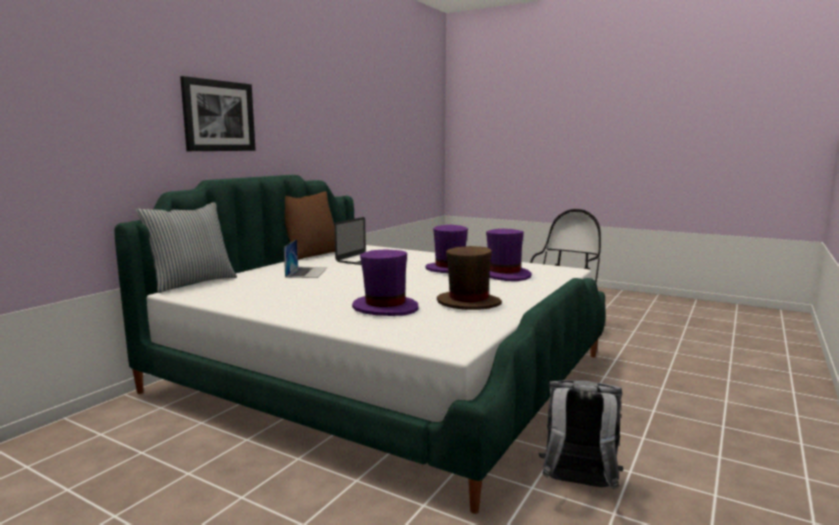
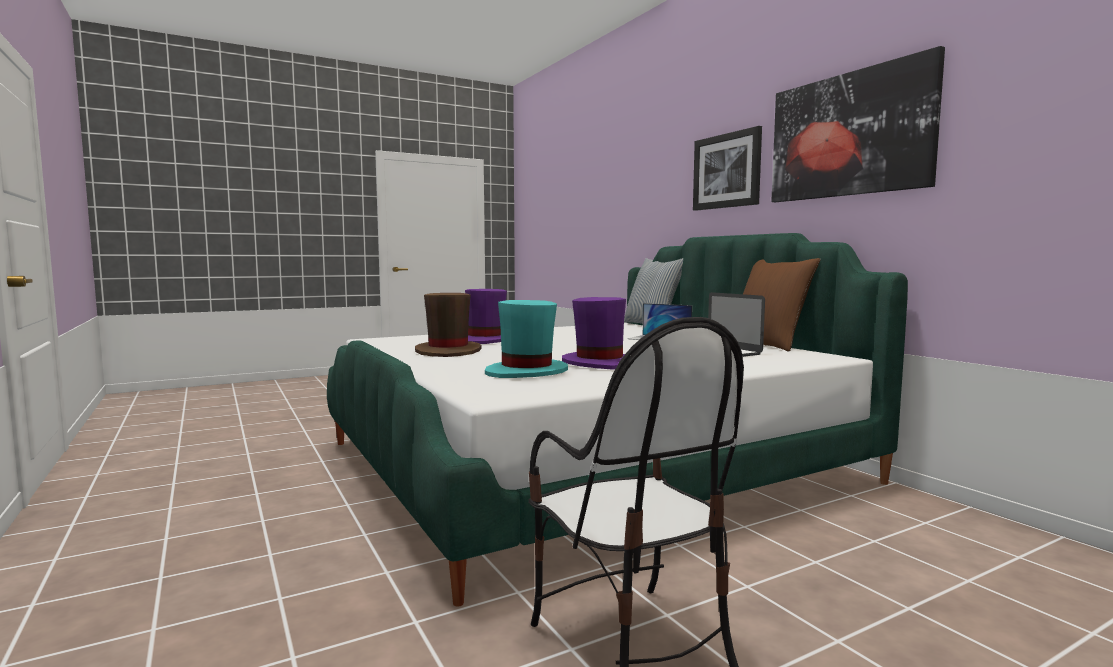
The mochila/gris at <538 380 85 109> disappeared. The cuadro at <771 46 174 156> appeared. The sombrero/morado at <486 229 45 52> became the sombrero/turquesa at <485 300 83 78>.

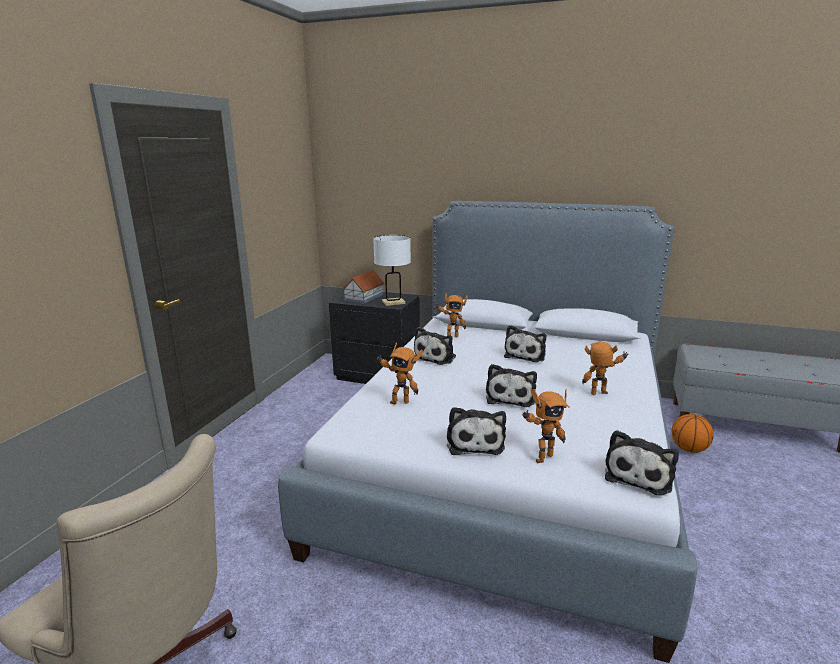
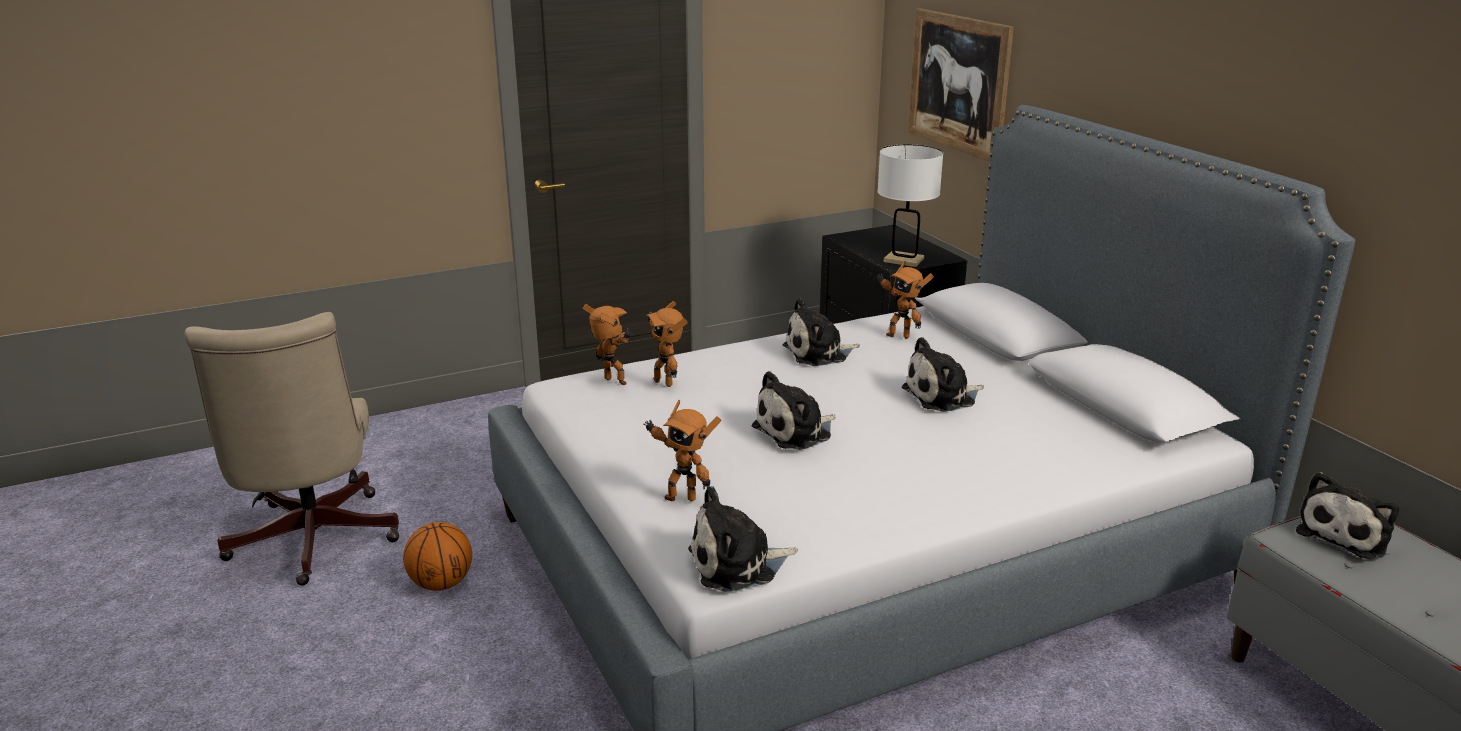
The casita at <343 270 41 34> disappeared. The cuadro at <908 8 106 154> appeared. The peluche moved from <447 407 59 48> to <1296 472 103 87>. The robot de juguete moved from <582 342 46 53> to <583 304 49 81>. The balón de baloncesto moved from <672 414 42 39> to <403 522 69 69>.

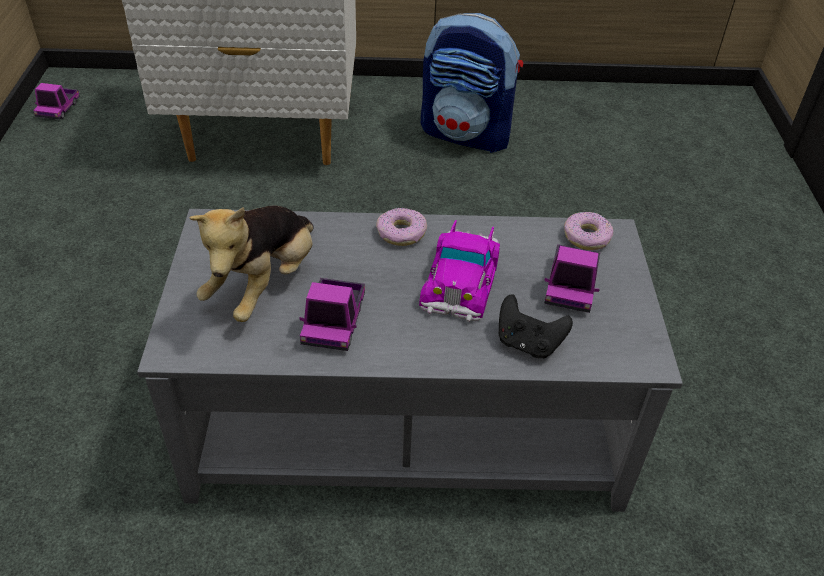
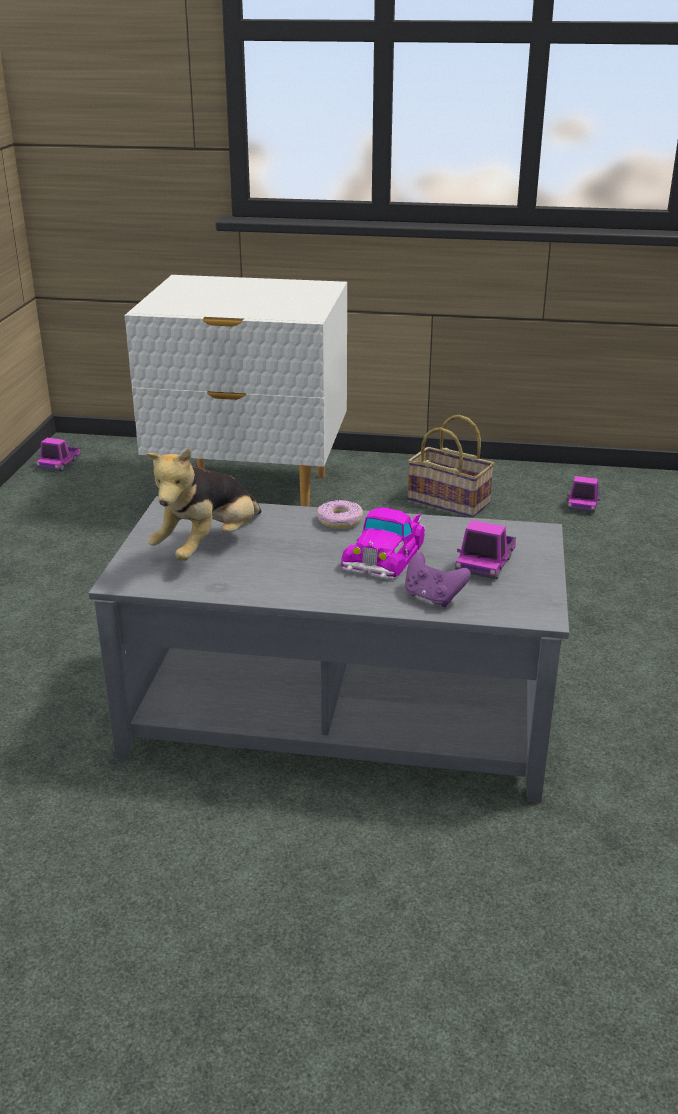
The rosquilla at <564 212 49 38> disappeared. The camión de juguete moved from <300 278 65 73> to <567 476 33 36>. The mochila at <421 13 102 140> was replaced by the cesta at <408 415 87 103>. The mando de consola/negro at <499 295 74 63> became the mando de consola/morado at <405 552 66 55>.

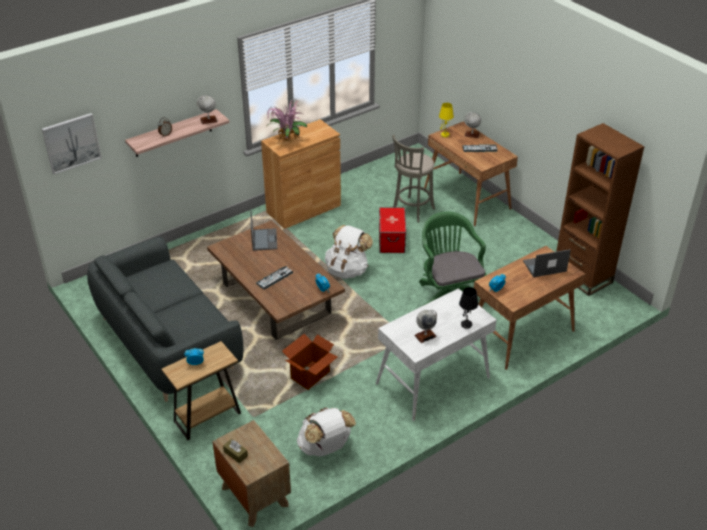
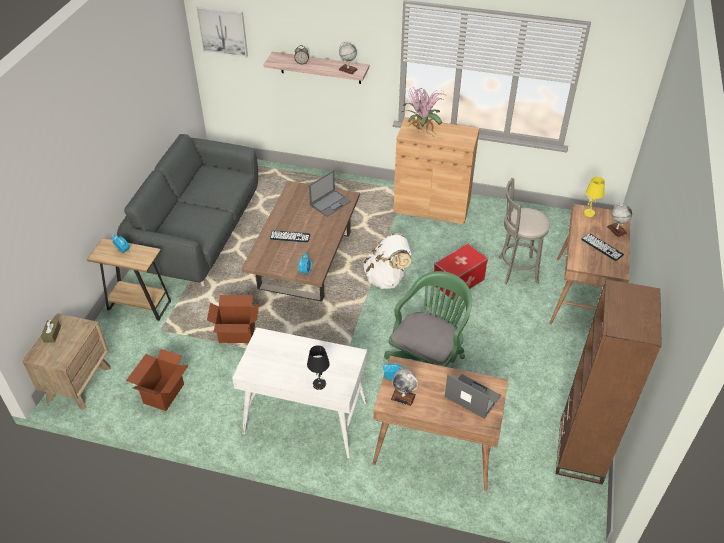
The globo terráqueo moved from <414 310 23 33> to <391 369 27 37>. The mochila/blanco at <297 408 59 49> was replaced by the caja de cartón at <126 349 63 62>.

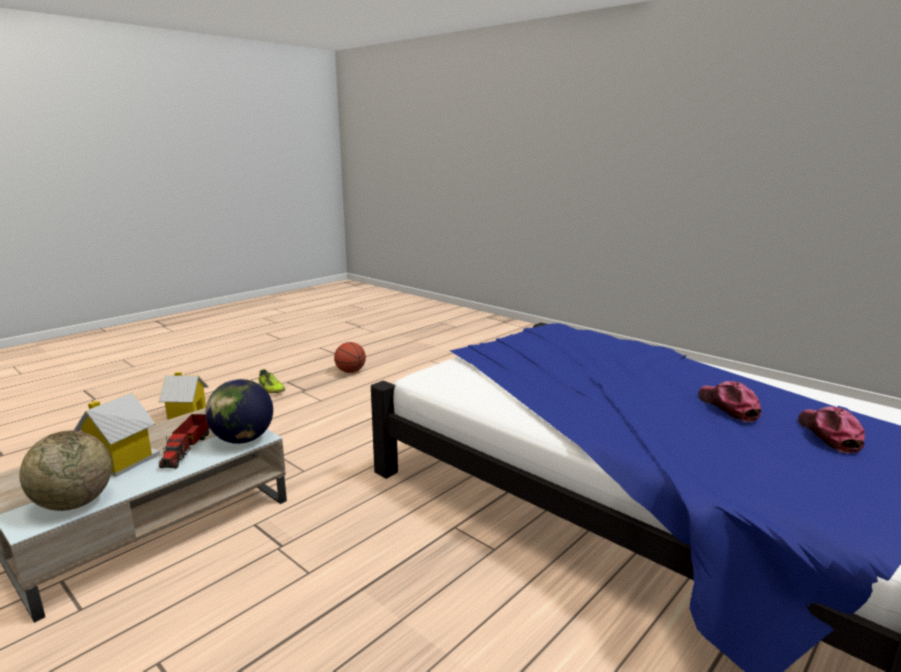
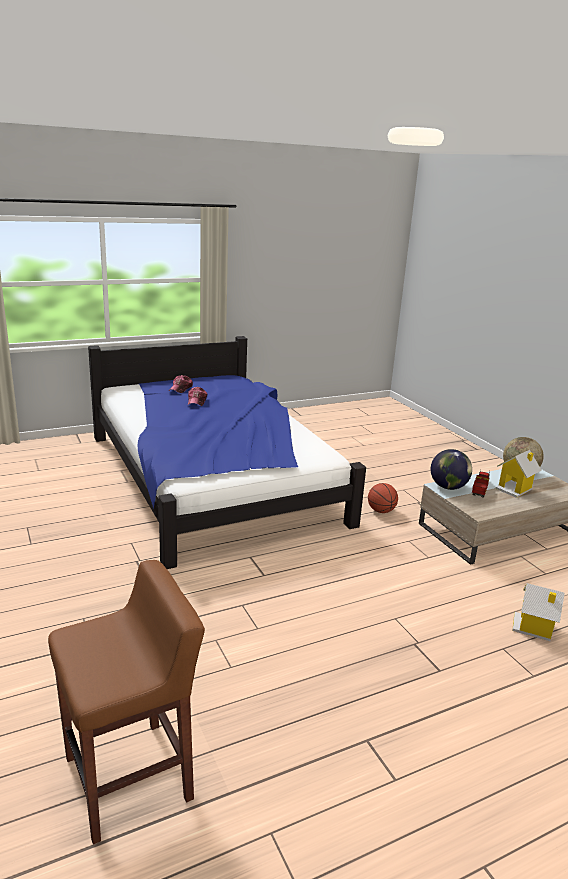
The zapato at <258 369 27 24> disappeared. The taburete/marrón at <48 560 157 285> appeared. The balón de baloncesto moved from <334 342 32 31> to <368 483 30 30>.

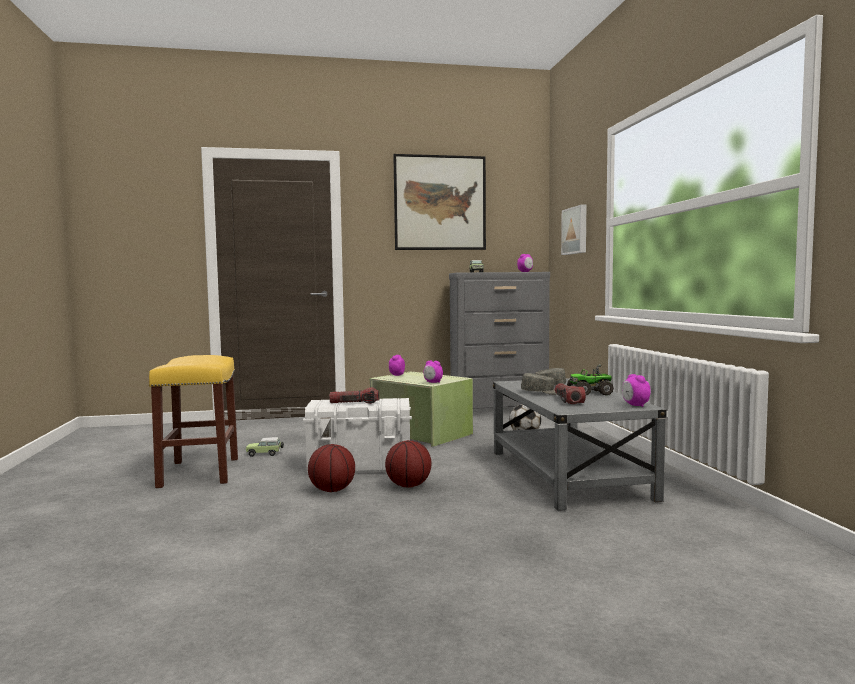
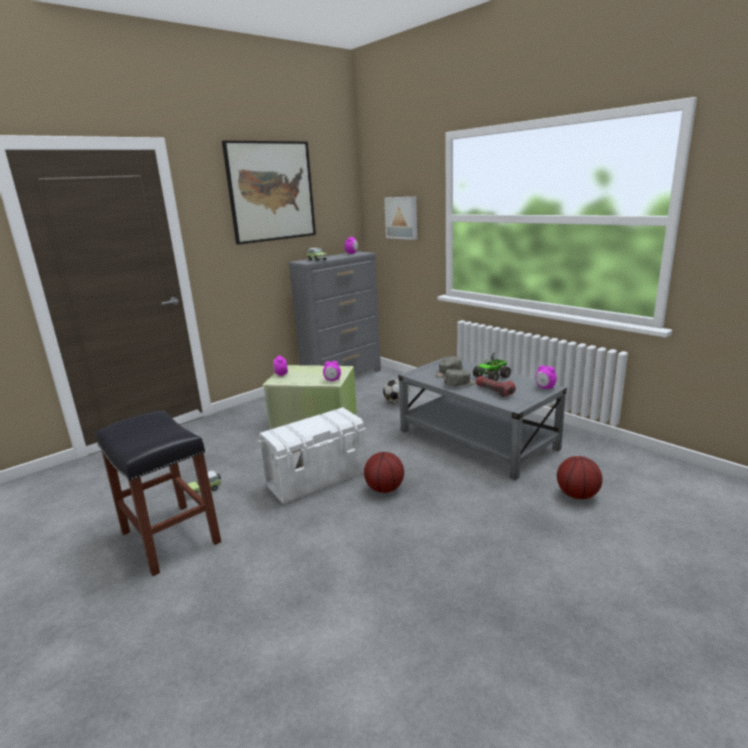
The linterna at <329 387 50 17> disappeared. The balón de baloncesto moved from <308 444 47 48> to <557 456 46 43>. The taburete/amarillo at <149 355 89 133> became the taburete/negro at <96 410 125 166>.

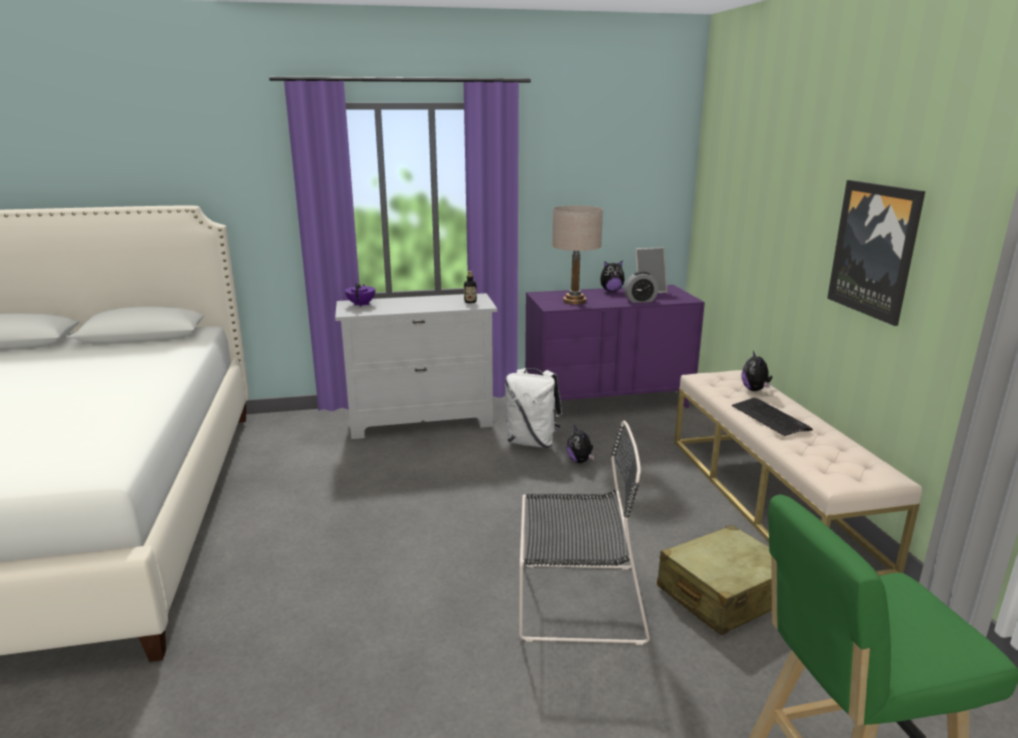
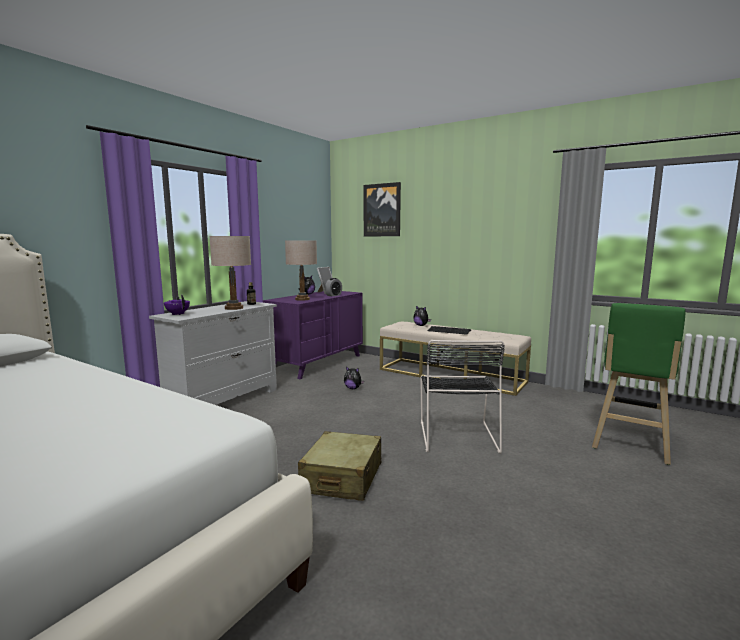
The mochila/blanco at <505 368 57 80> disappeared. The lámpara de mesa/beis at <209 236 42 74> appeared. The maleta/beis moved from <657 525 115 110> to <298 431 83 70>. The cuadro moved from <827 180 98 146> to <364 182 37 54>. The silla/negro at <519 421 131 224> turned 135 degrees clockwise.

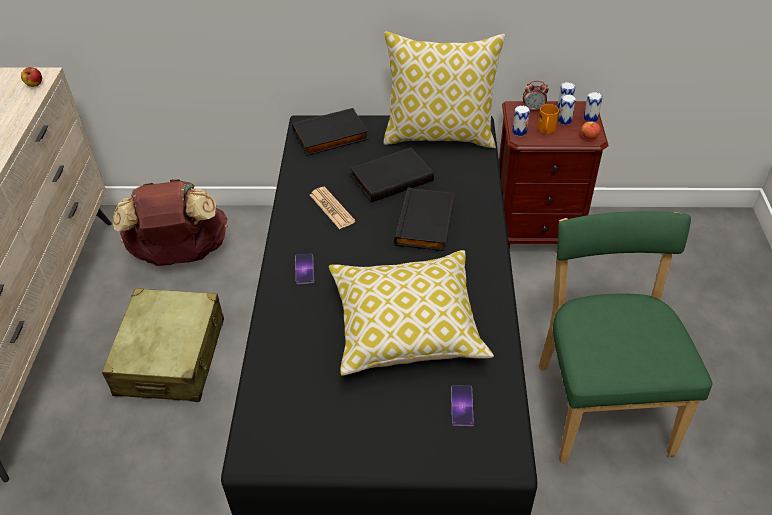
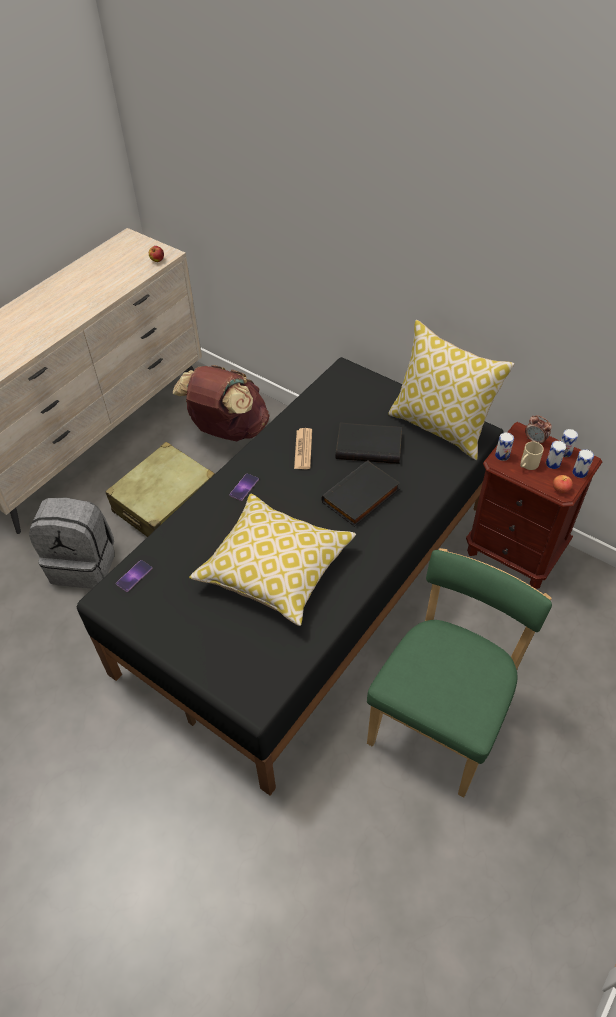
The libro/negro at <292 108 77 48> disappeared. The mochila/gris at <29 498 86 91> appeared. The móvil moved from <451 385 23 41> to <116 560 36 32>. The taza grande/naranja at <537 104 22 30> became the taza grande/beis at <520 441 24 29>.

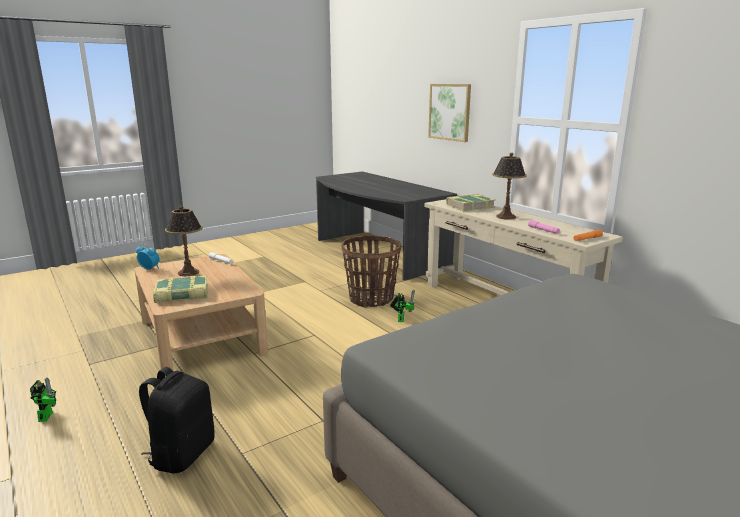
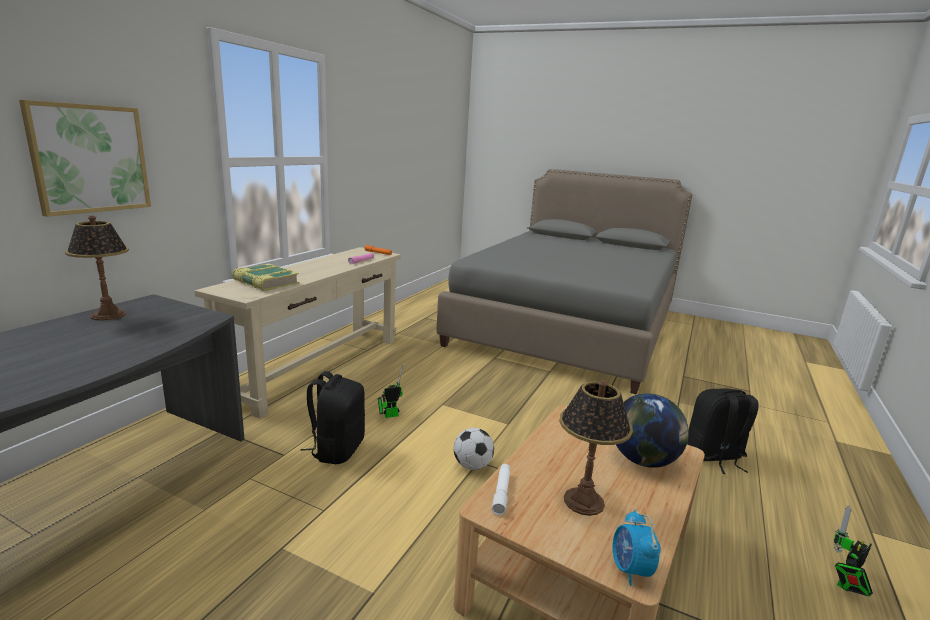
The balón de fútbol at <454 428 40 42> appeared. The lámpara de mesa moved from <492 153 35 67> to <65 215 64 106>. The libro at <153 275 55 28> was replaced by the globo terráqueo at <616 393 73 75>. The cesta at <341 236 60 72> was replaced by the mochila/negro at <301 371 64 93>.

